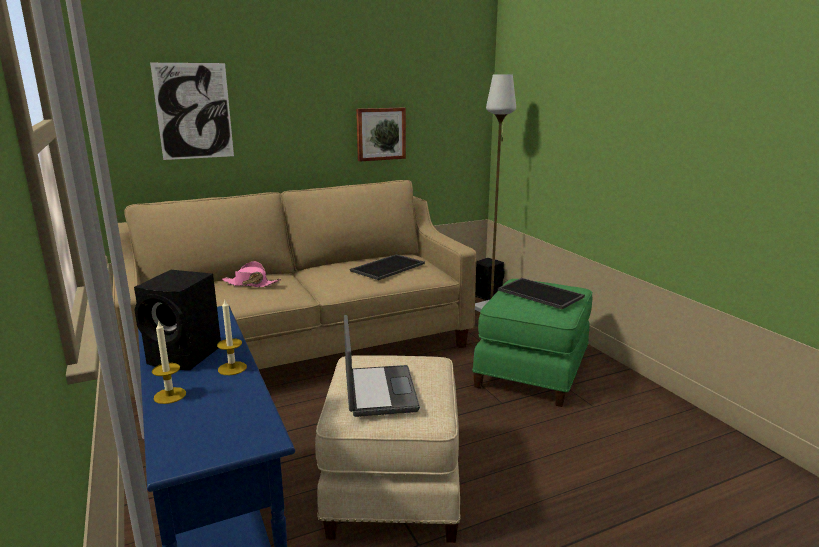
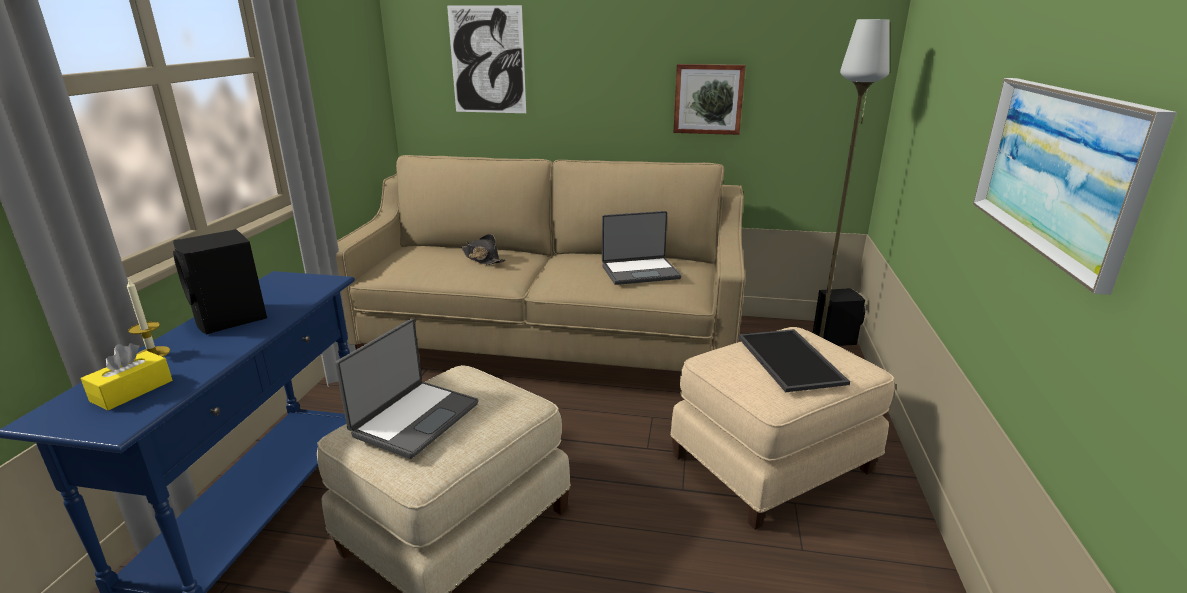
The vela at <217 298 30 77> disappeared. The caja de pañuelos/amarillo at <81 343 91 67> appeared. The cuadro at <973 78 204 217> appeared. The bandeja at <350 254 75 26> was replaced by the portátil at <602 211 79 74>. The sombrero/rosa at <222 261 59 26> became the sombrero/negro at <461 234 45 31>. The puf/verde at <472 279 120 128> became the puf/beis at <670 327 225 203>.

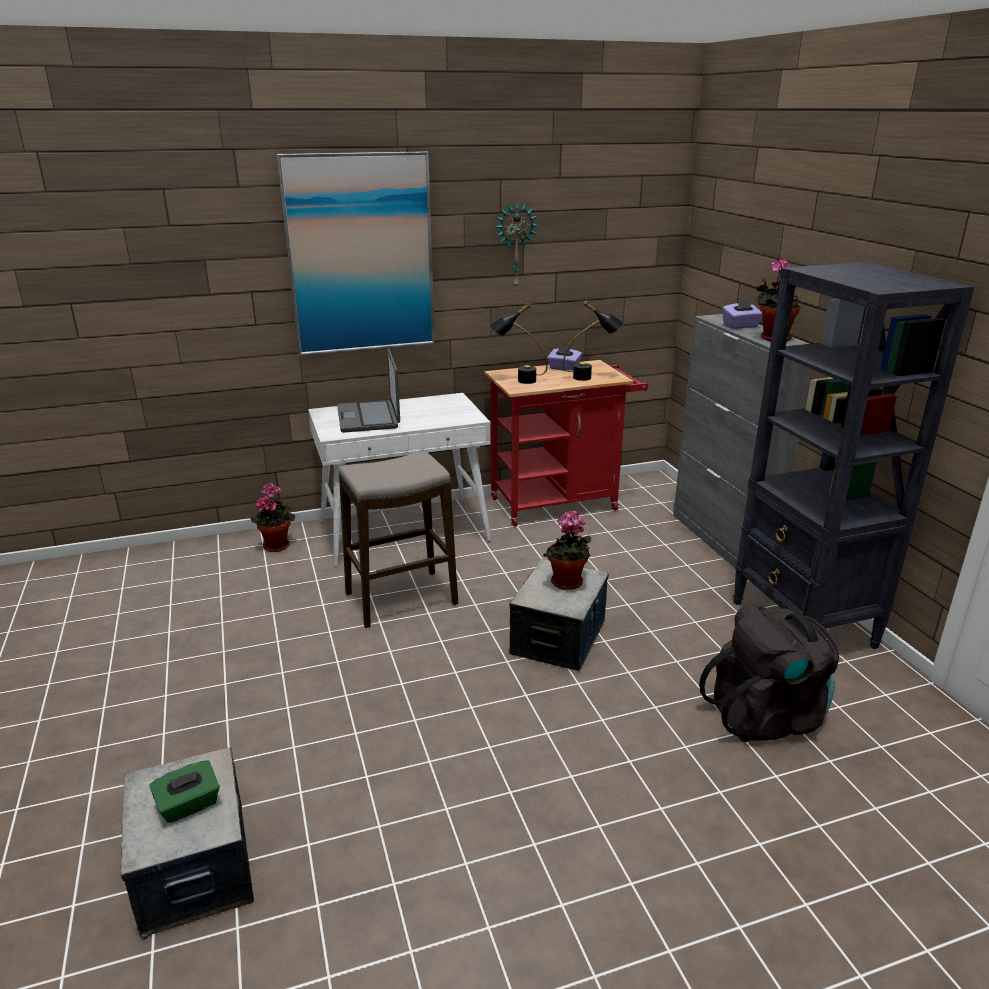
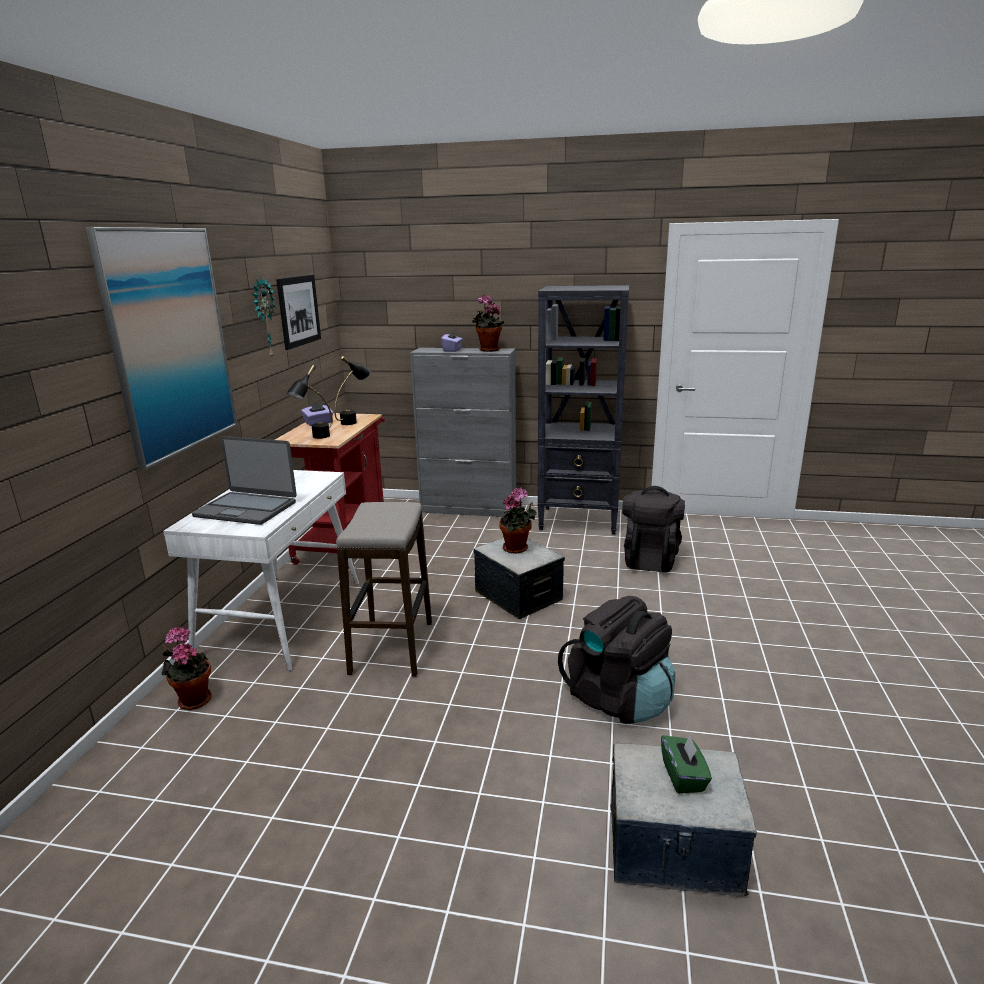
The cuadro at <276 275 45 75> appeared. The mochila/negro at <558 596 117 128> appeared.

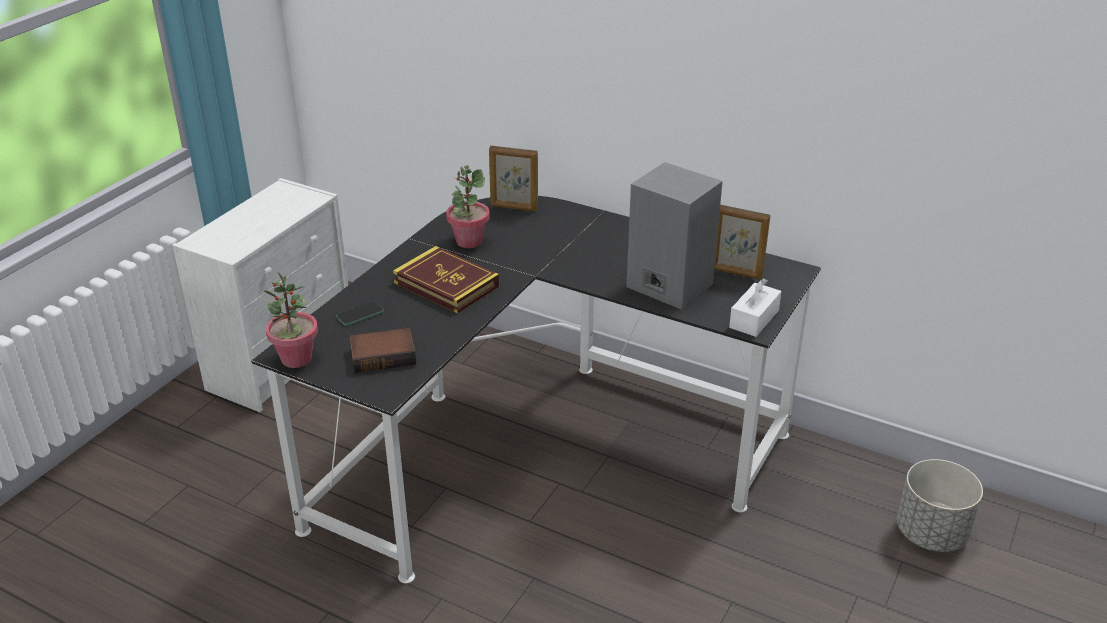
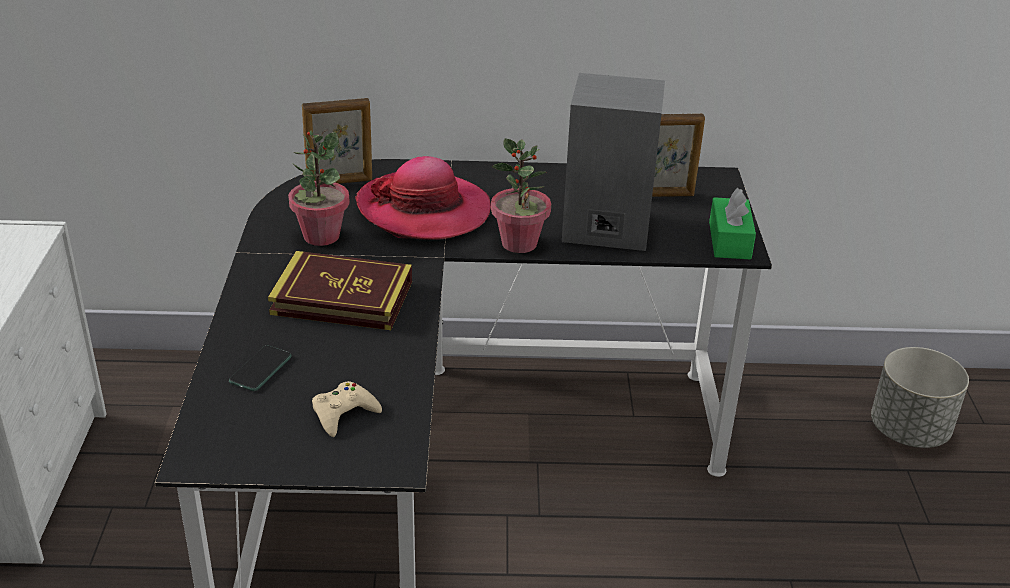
The sombrero at <355 156 136 84> appeared. The planta en maceta moved from <263 272 55 96> to <491 138 60 115>. The libro at <349 328 67 45> was replaced by the mando de consola/beis at <312 381 70 56>. The caja de pañuelos/blanco at <729 278 53 59> became the caja de pañuelos/verde at <709 188 47 72>.

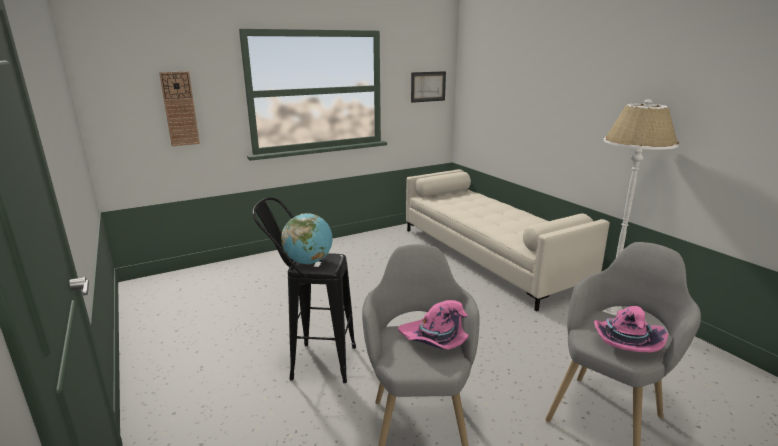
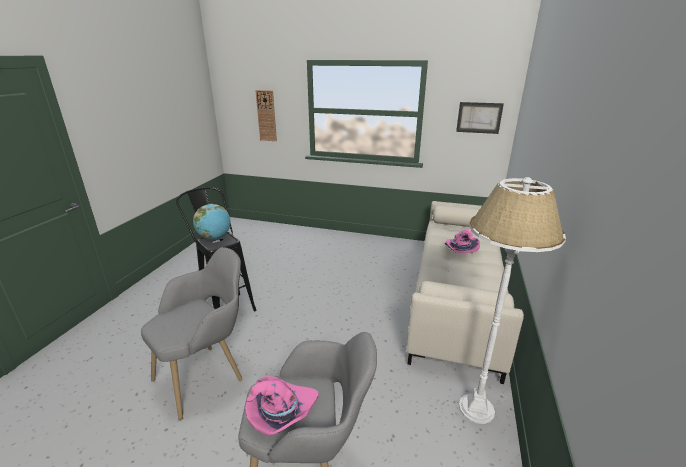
The sombrero/rosa moved from <398 300 70 50> to <445 230 35 23>.

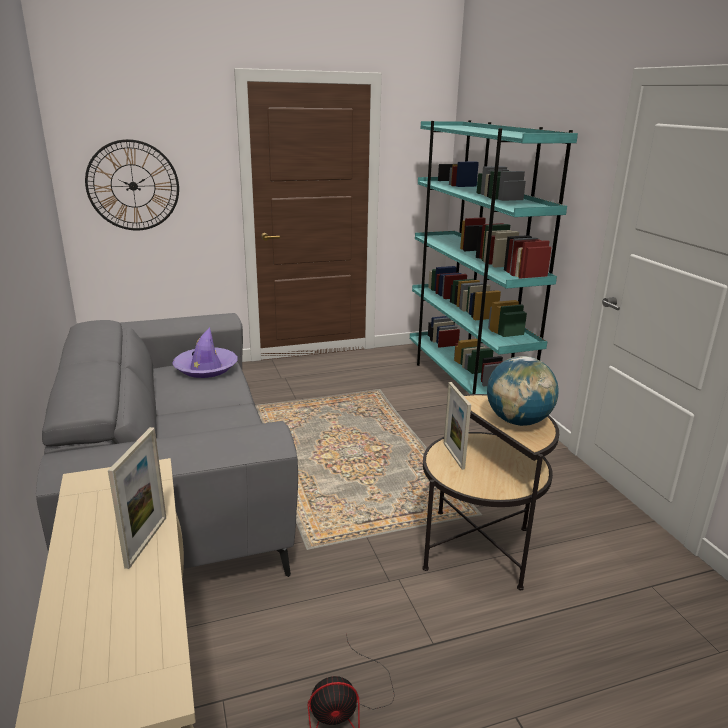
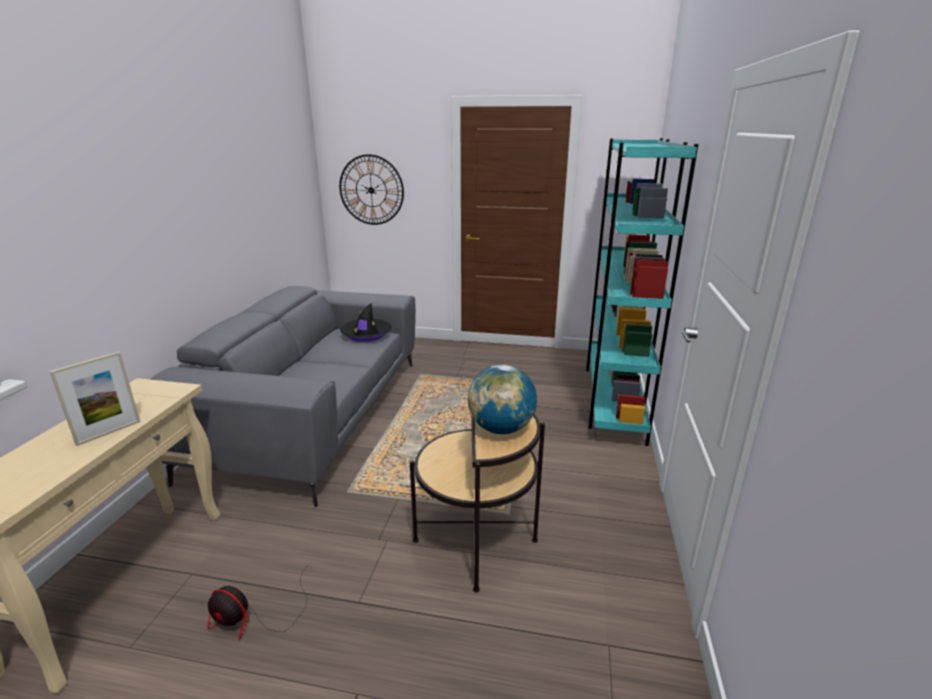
The portarretratos at <444 382 27 88> disappeared. The sombrero/morado at <172 327 66 51> became the sombrero/negro at <340 303 51 39>.

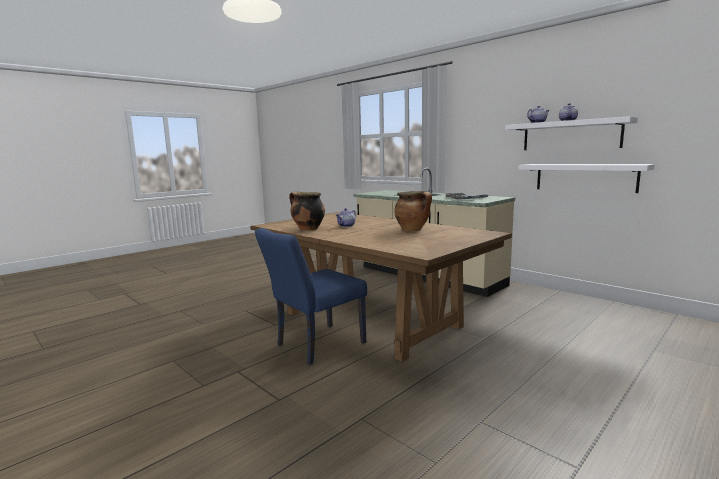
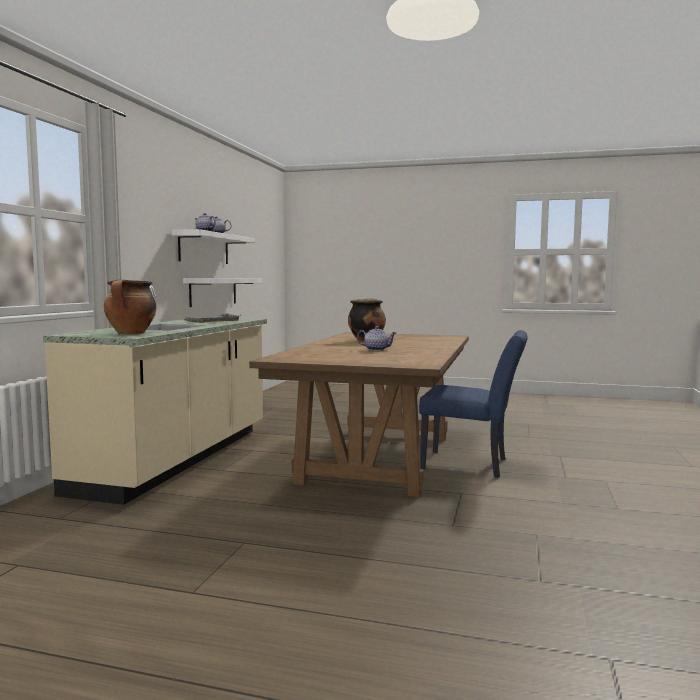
The olla moved from <289 191 36 39> to <104 279 52 55>.

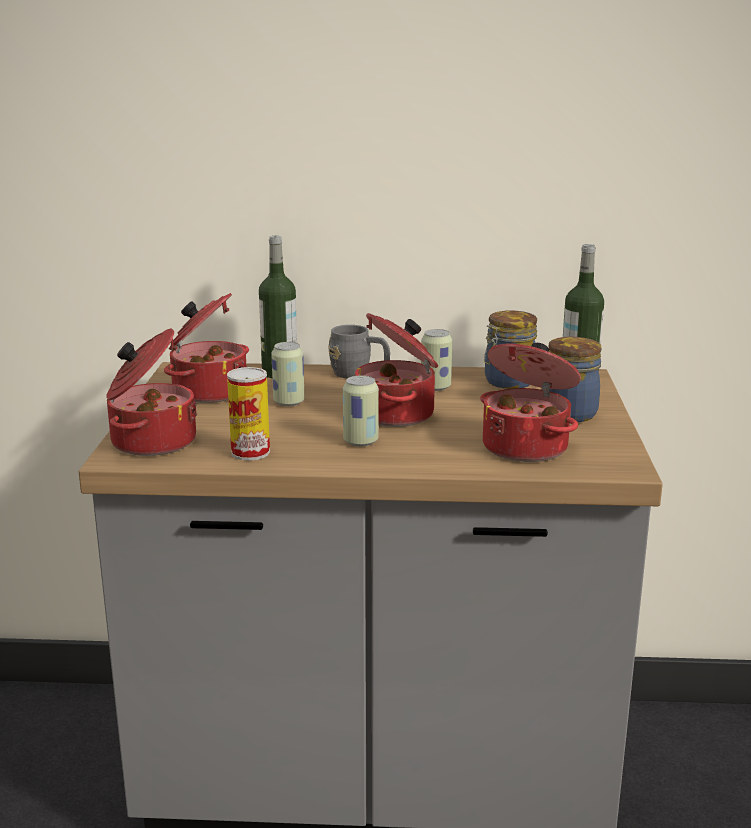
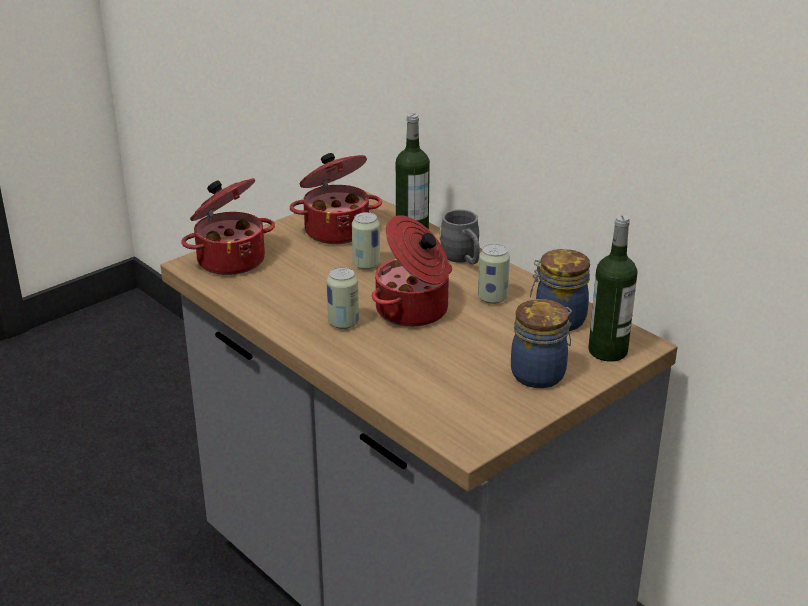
The lata at <227 367 43 94> disappeared. The olla at <480 343 101 119> disappeared.

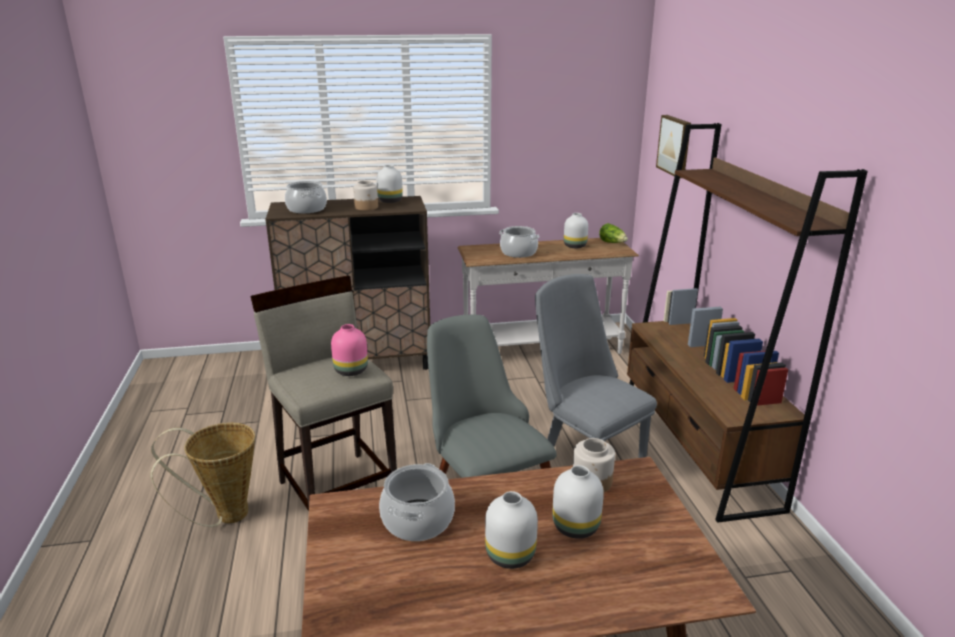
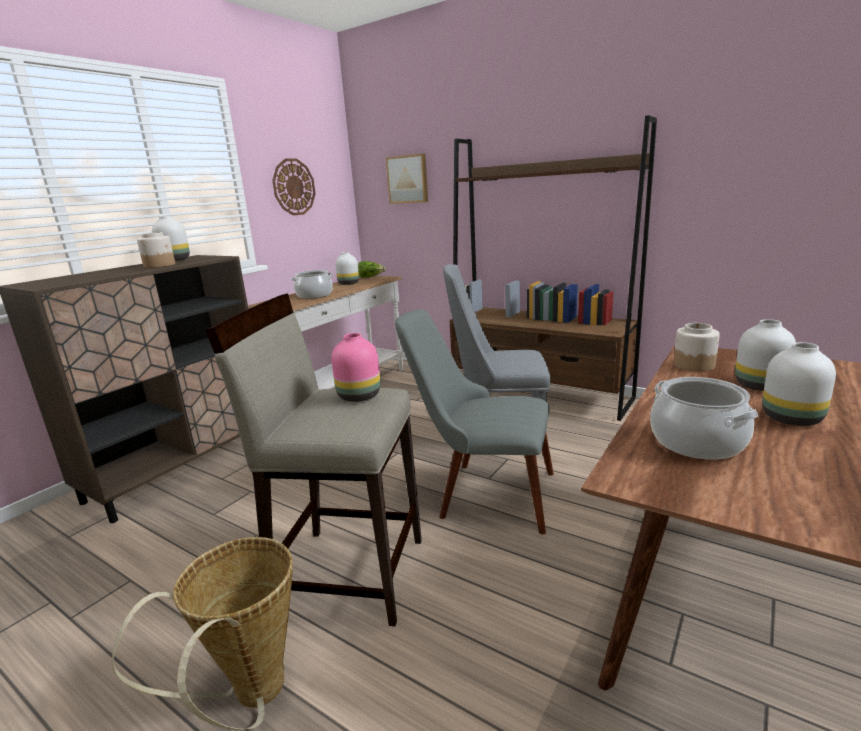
The olla at <285 181 42 33> disappeared. The reloj de pared at <272 159 44 57> appeared.

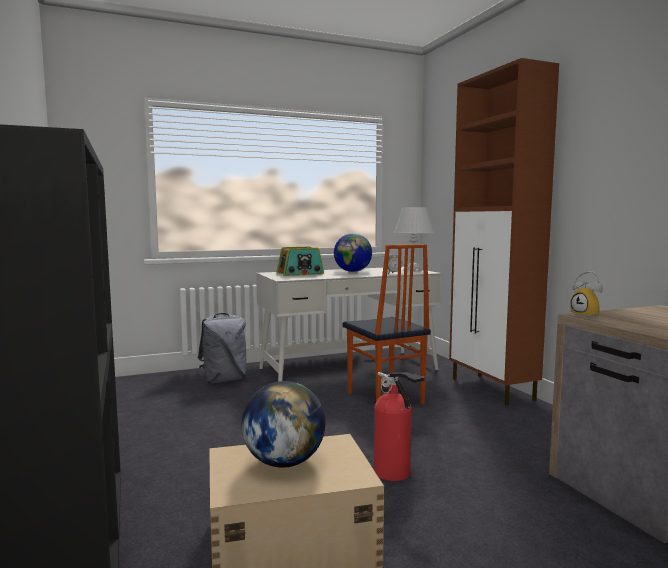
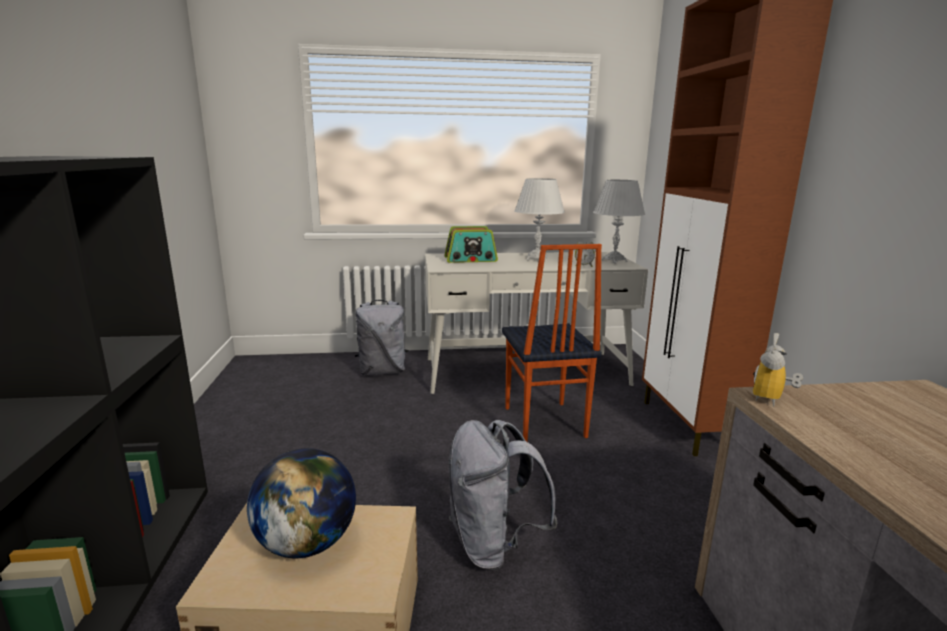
The globo terráqueo at <334 233 38 39> was replaced by the lámpara de mesa/blanco at <514 178 51 83>. The extintor at <374 372 51 109> was replaced by the mochila/gris at <448 420 109 151>. The despertador at <570 271 33 48> turned 45 degrees clockwise.

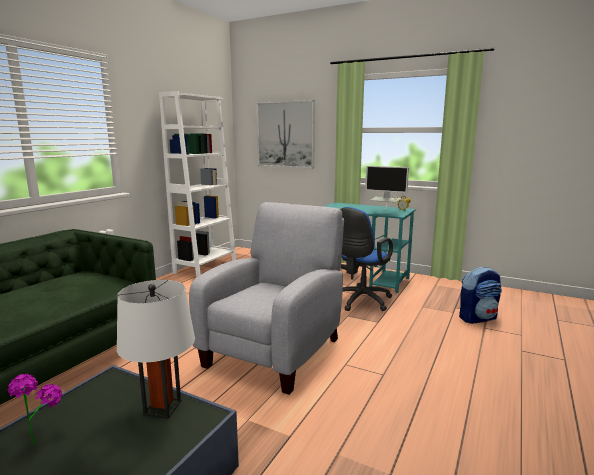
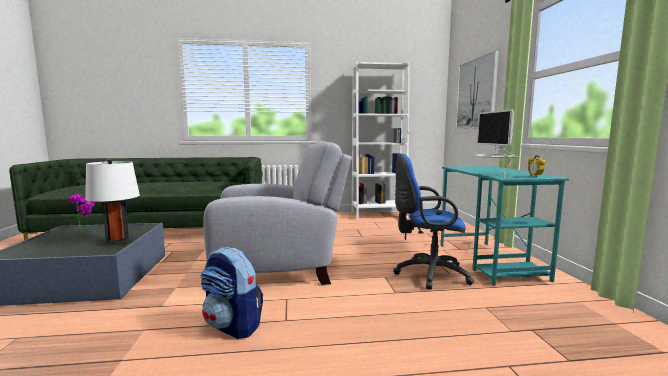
The mochila moved from <459 267 43 57> to <200 247 63 92>.

